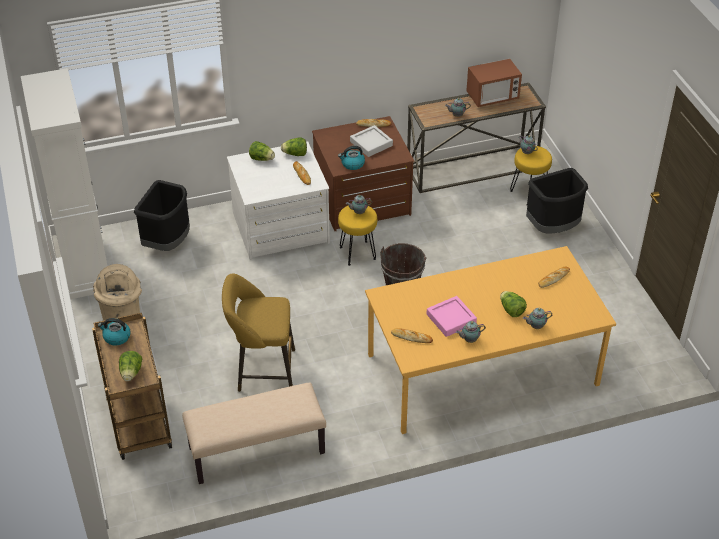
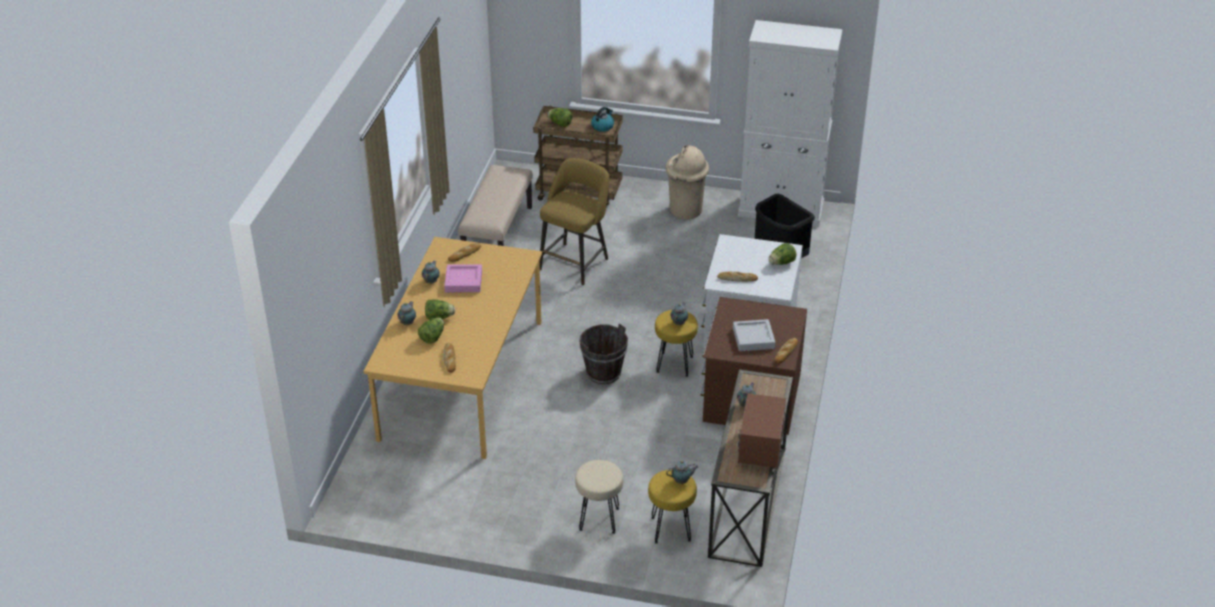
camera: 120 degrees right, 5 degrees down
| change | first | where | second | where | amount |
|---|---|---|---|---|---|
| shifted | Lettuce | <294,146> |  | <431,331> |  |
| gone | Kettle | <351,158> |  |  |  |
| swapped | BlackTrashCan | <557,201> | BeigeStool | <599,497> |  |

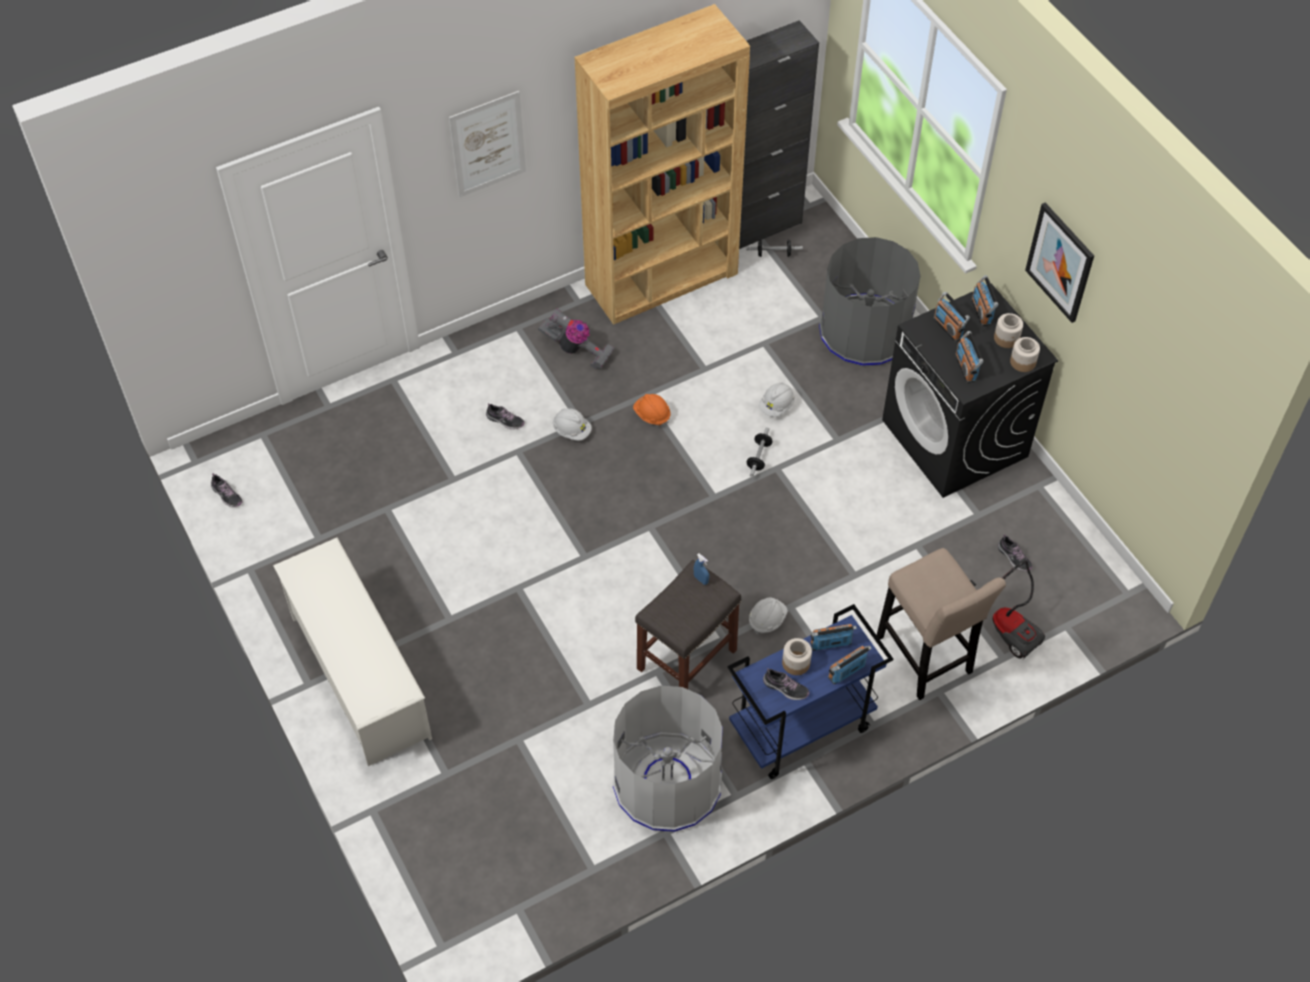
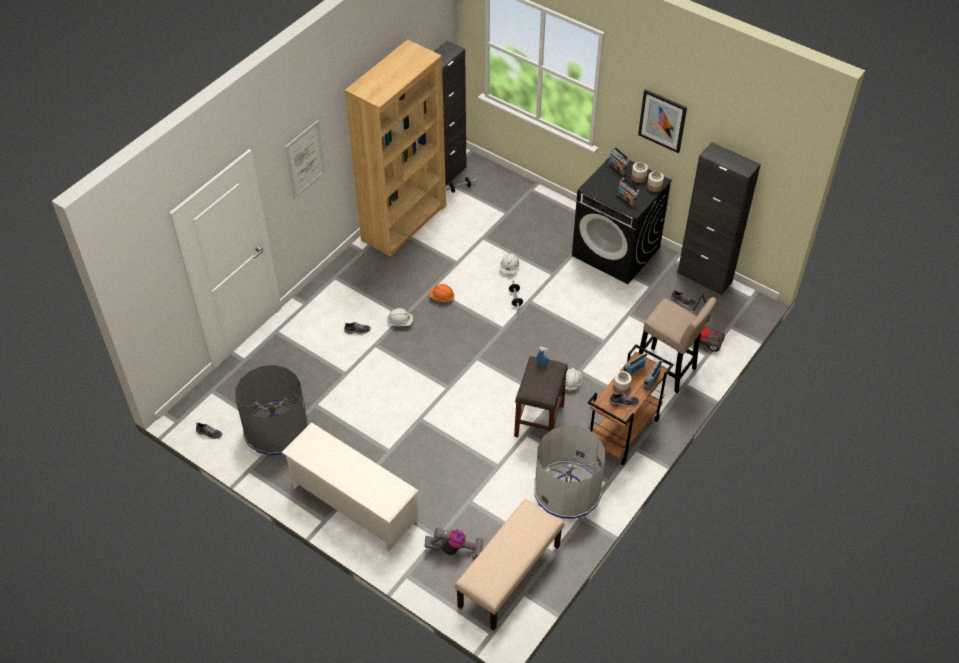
camera: 25 degrees left, 5 degrees down
| change | first | where | second | where | amount |
|---|---|---|---|---|---|
| shifted | VacuumCleaner | <576,339> |  | <453,543> |  |
| repainted | BlueCart | <810,691> | BrownCart | <631,404> |  |
| shifted | GreyTrashCan | <869,302> |  | <272,410> |  |
| gone | Radio | <952,317> |  |  |  |
| new |  |  | BeigeBench | <509,565> |  |
| new |  |  | BlackCabinet | <719,218> |  |

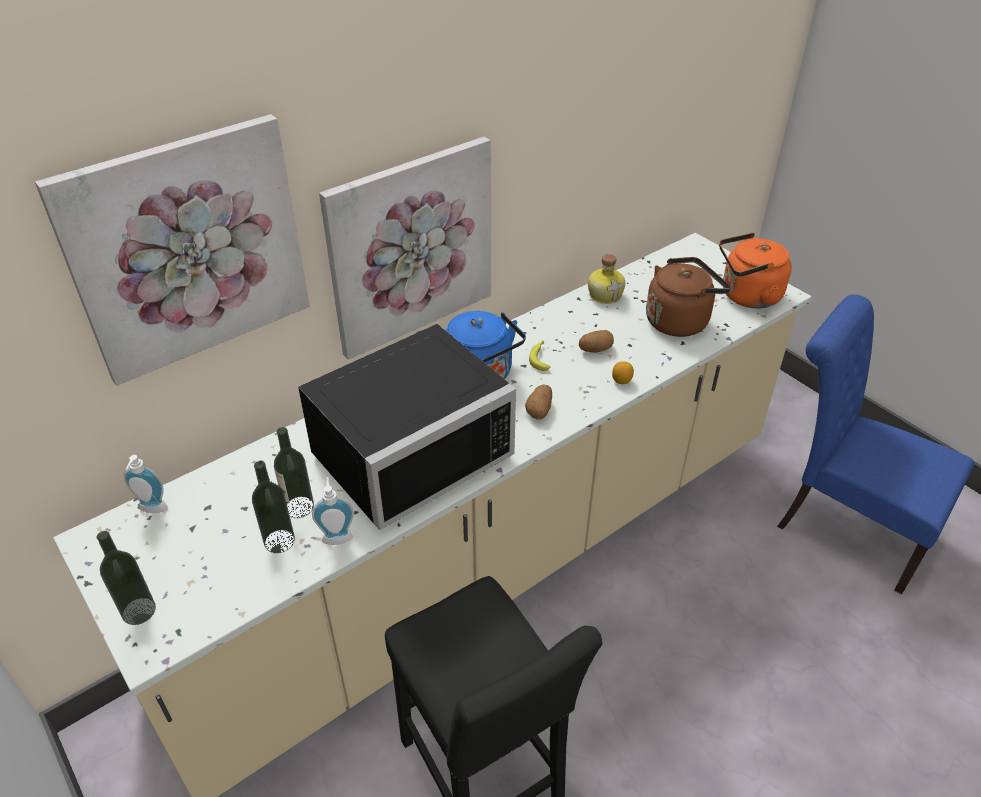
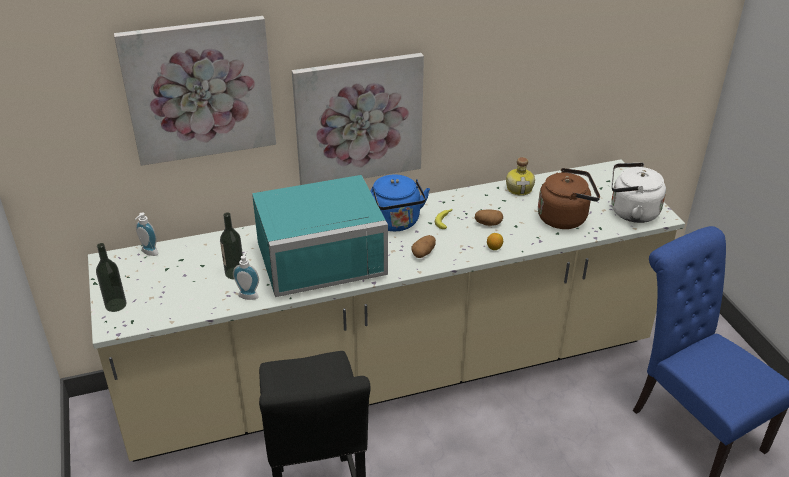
camera: 20 degrees right, 5 degrees down
| change | first | where | second | where | amount |
|---|---|---|---|---|---|
| gone | Bottle | <273,507> |  |  |  |
| repainted | BlackMicrowave | <407,427> | TurquoiseMicrowave | <320,236> |  |
| repainted | OrangeKettle | <755,270> | WhiteKettle | <638,192> |  |

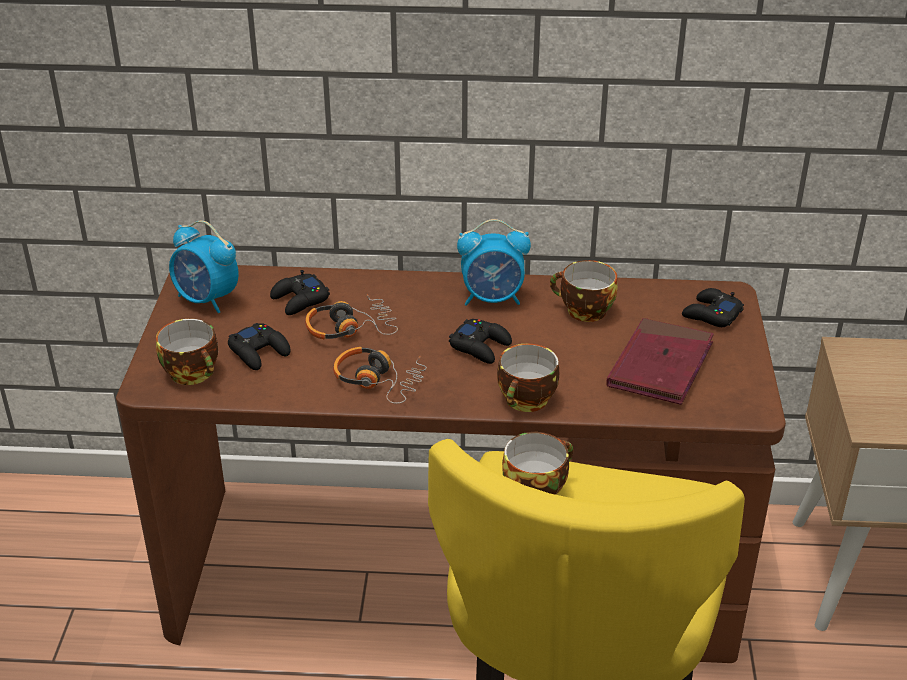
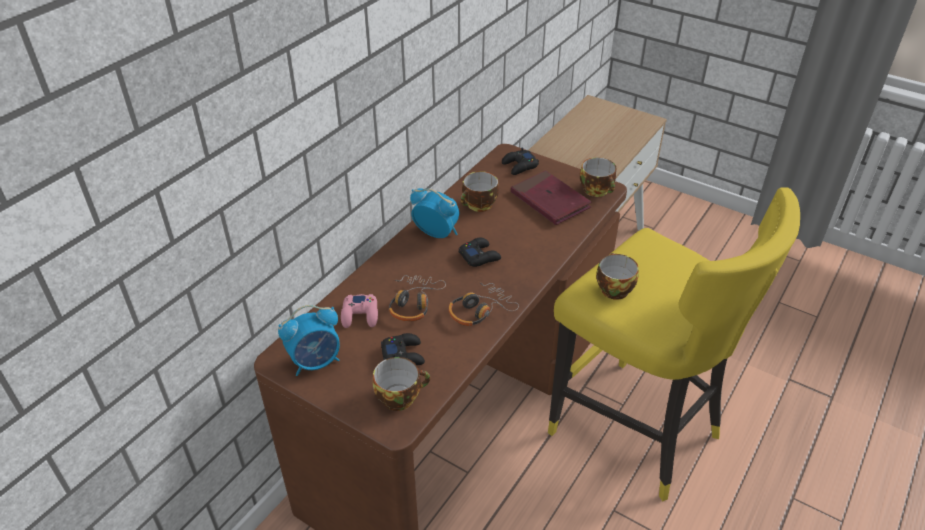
camera: 60 degrees left, 5 degrees up
| change | first | where | second | where | amount |
|---|---|---|---|---|---|
| repainted | BlackGameController | <300,292> | PinkGameController | <359,311> |  |
| rotated | AlarmClock | <494,262> |  | <434,213> | 90 degrees counterclockwise |
| shifted | Cup | <528,377> |  | <598,177> |  |

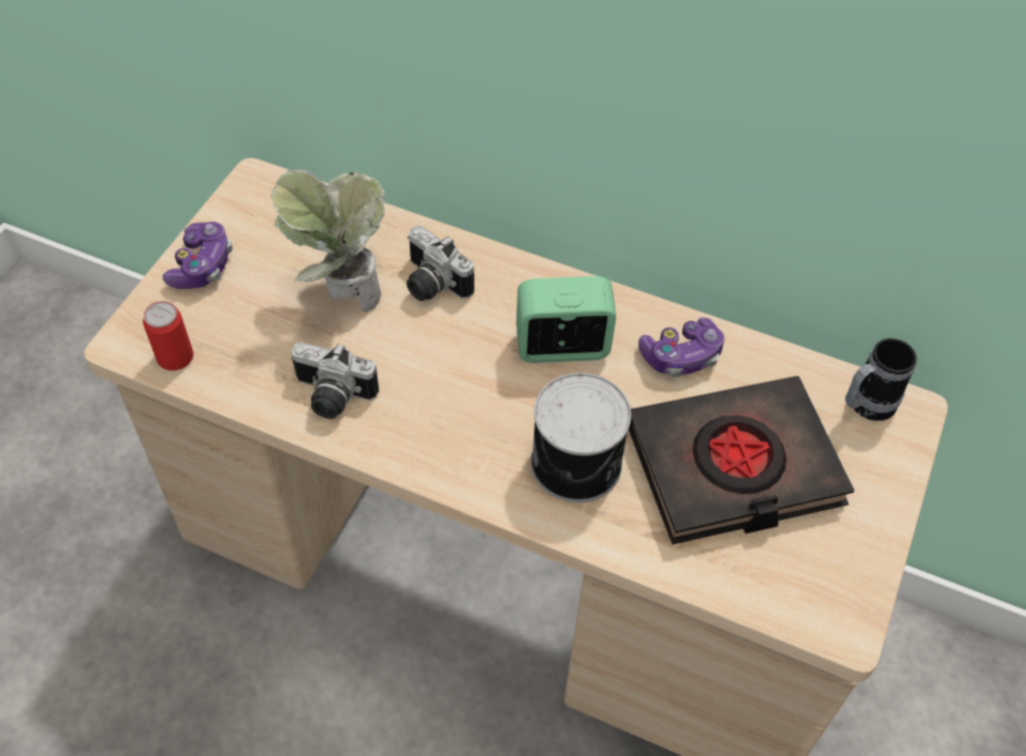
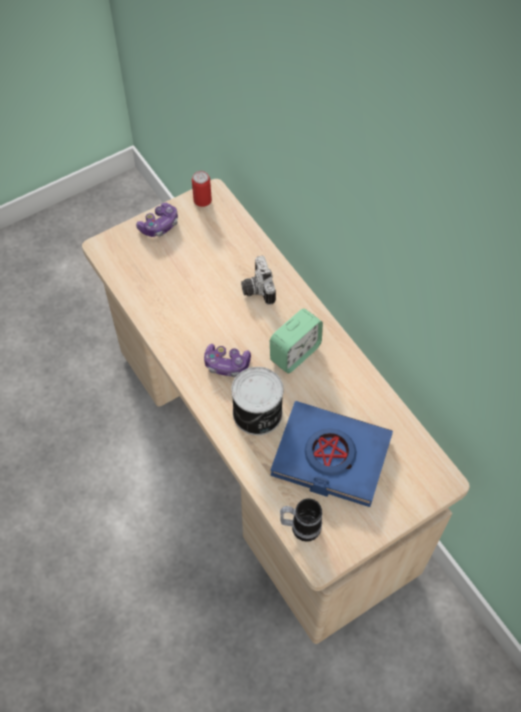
camera: 35 degrees right, 5 degrees up
| change | first | where | second | where | amount |
|---|---|---|---|---|---|
| shifted | Can | <168,336> |  | <202,189> |  |
| gone | PottedPlant | <328,240> |  |  |  |
| gone | PhotoCamera | <335,380> |  |  |  |
| rotated | AlarmClock | <566,319> |  | <296,341> | 105 degrees clockwise |
| repainted | BlackBook | <741,460> | BlueBook | <331,454> |  |
| shifted | GameController | <681,347> |  | <227,360> |  |
| shifted | Mug | <881,379> |  | <301,520> |  |

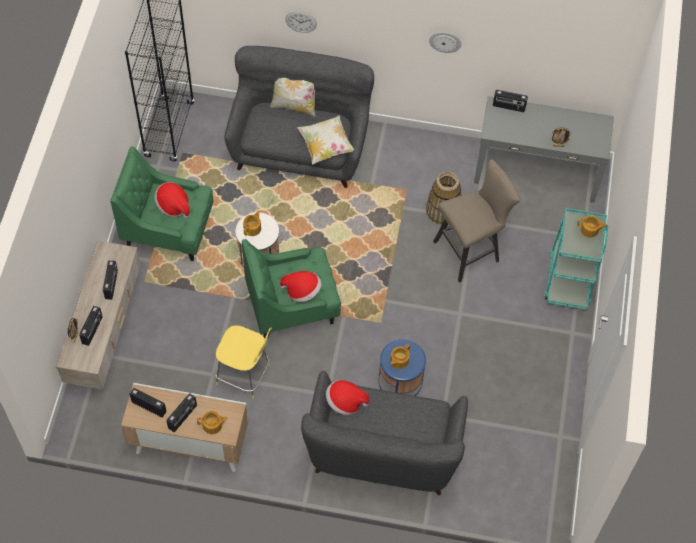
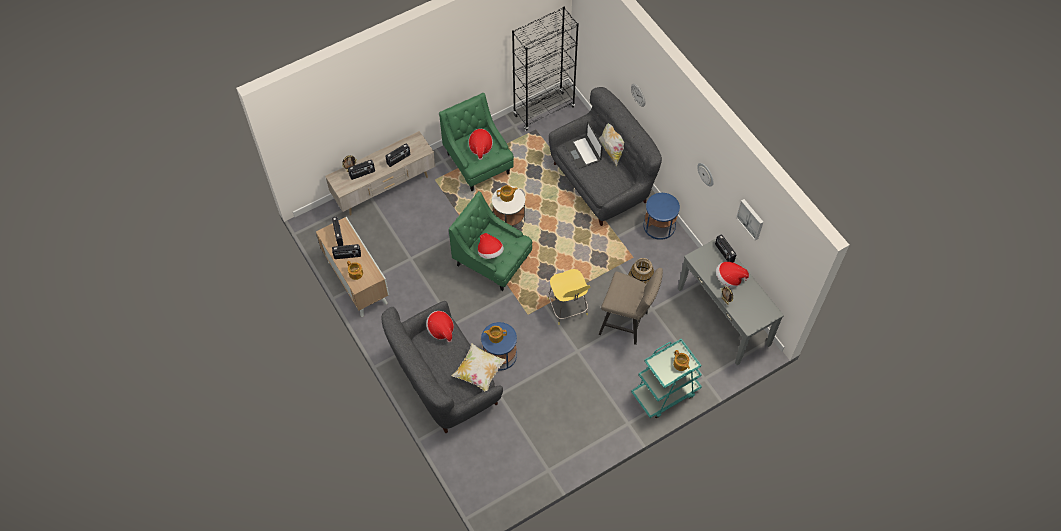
camera: 50 degrees right, 0 degrees up
| change | first | where | second | where | amount |
|---|---|---|---|---|---|
| shifted | YellowStool | <243,361> |  | <569,297> |  |
| shifted | Pillow | <325,139> |  | <479,367> |  |
| new |  |  | Laptop | <584,145> |  |
| new |  |  | BlueSideTable | <661,216> |  |
| new |  |  | Hat | <732,275> |  |
| new |  |  | Picture | <749,219> |  |

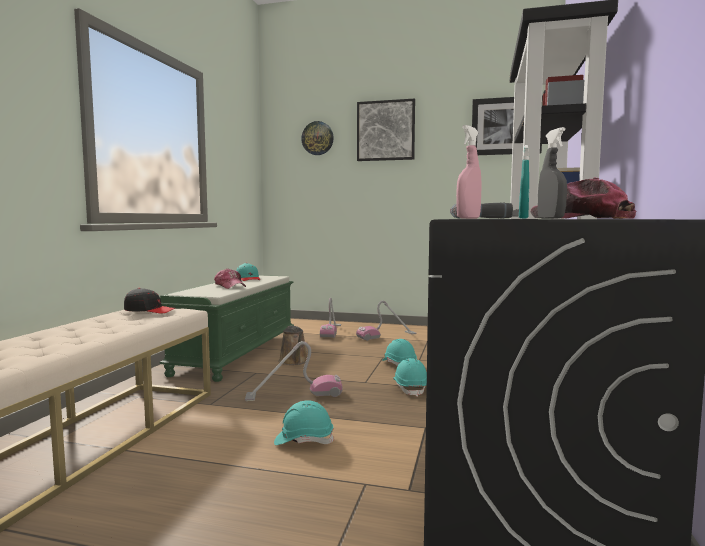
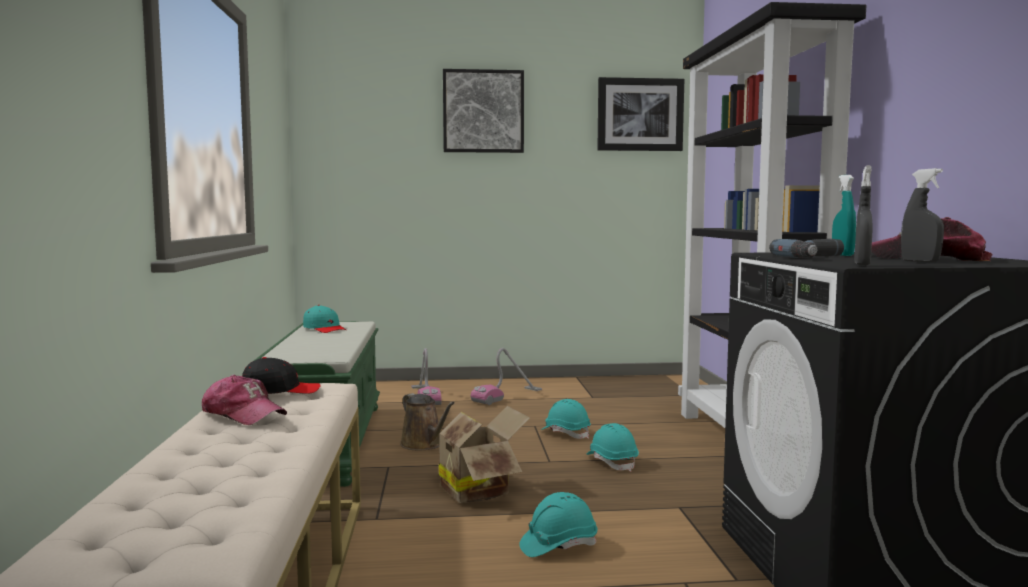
camera: 20 degrees left, 0 degrees up
| change | first | where | second | where | amount |
|---|---|---|---|---|---|
| shifted | Cap | <230,279> |  | <244,400> |  |
| swapped | VacuumCleaner | <294,371> | CardboardBox | <479,454> |  |
| gone | WallClock | <317,138> |  |  |  |
| repainted | PinkSprayBottle | <469,172> | GreySprayBottle | <863,215> |  |

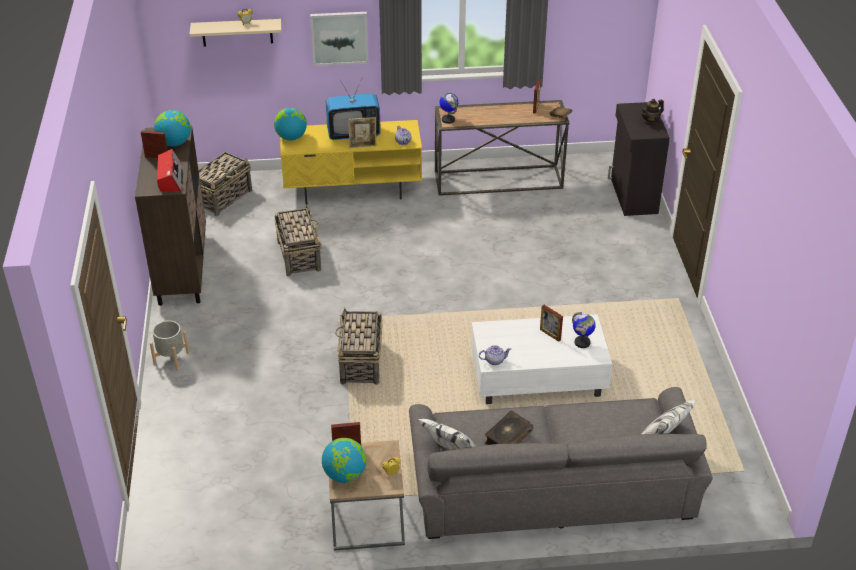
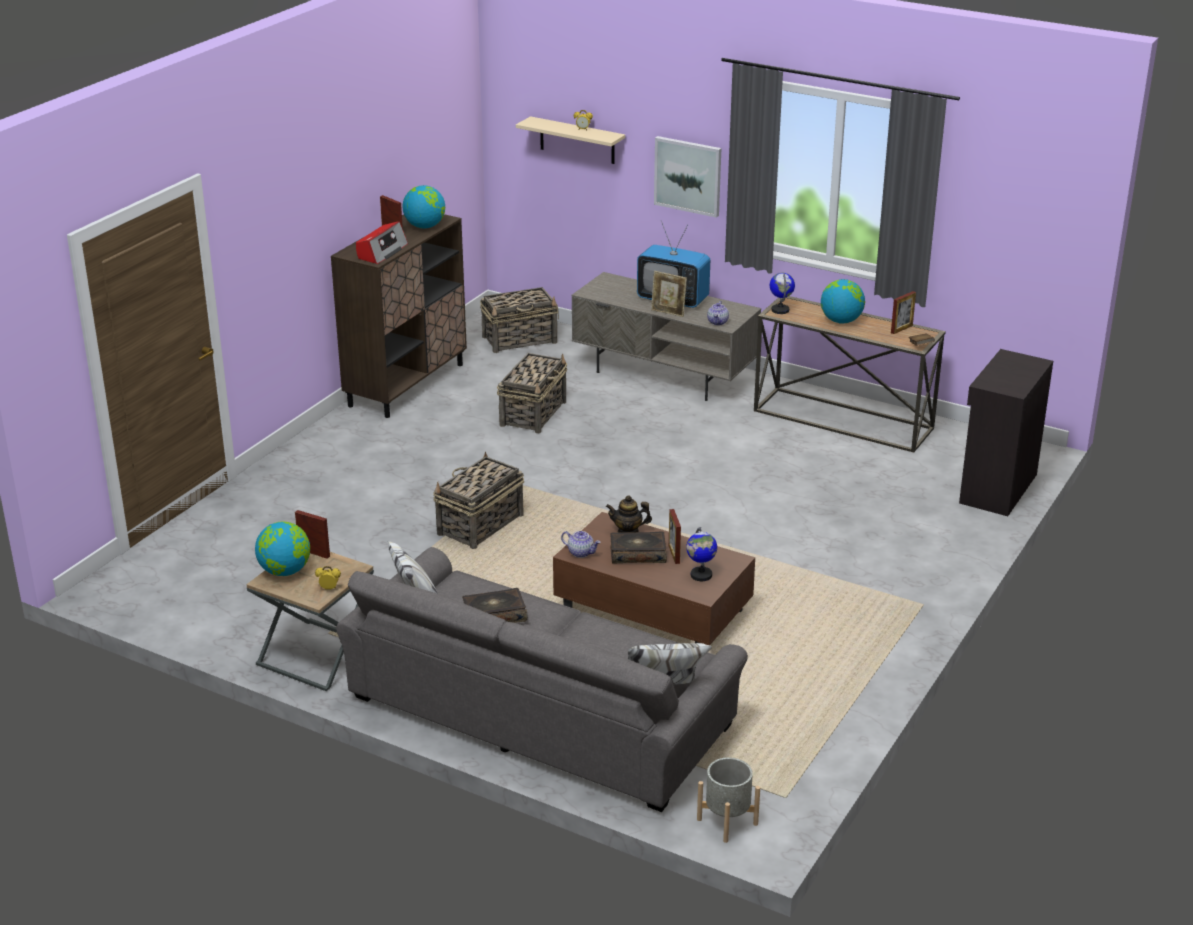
camera: 35 degrees right, 10 degrees down
| change | first | where | second | where | amount |
|---|---|---|---|---|---|
| shifted | GreyPlanter | <170,345> |  | <728,800> |  |
| shifted | Globe | <290,124> |  | <843,301> |  |
| repainted | YellowTvStand | <351,162> | GreyTvStand | <666,336> |  |
| repainted | WhiteCoffeeTable | <541,359> | BrownCoffeeTable | <654,578> |  |
| shifted | Teapot | <652,112> |  | <629,514> |  |
| new |  |  | Book | <639,547> |  |

